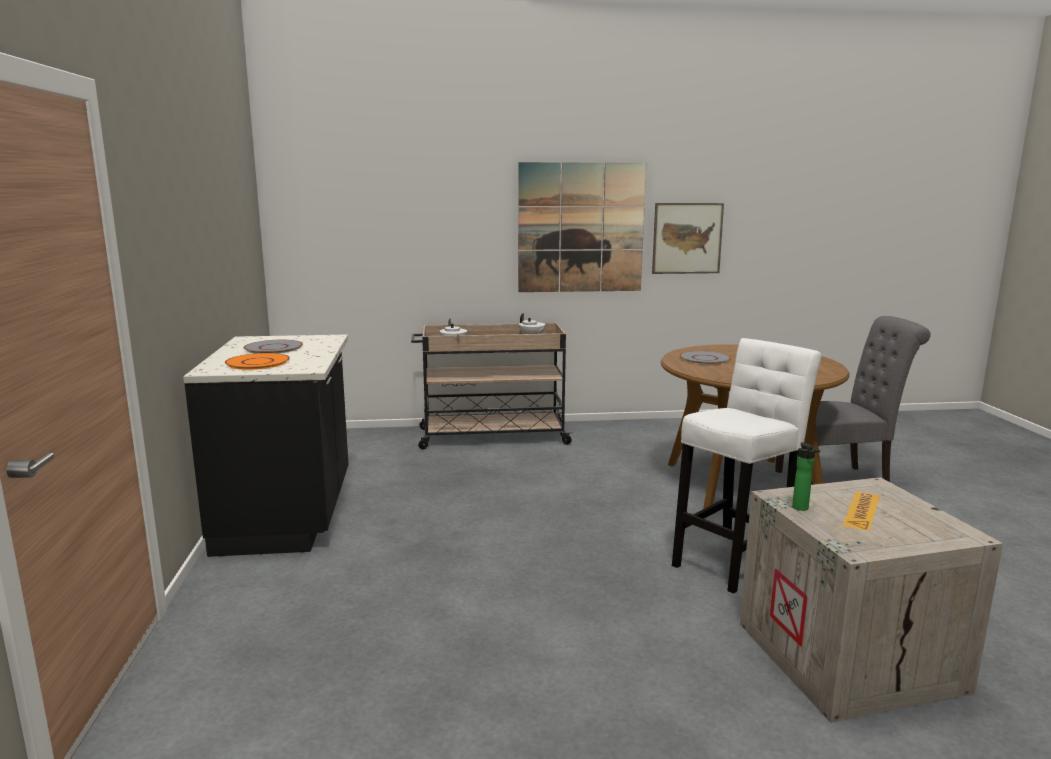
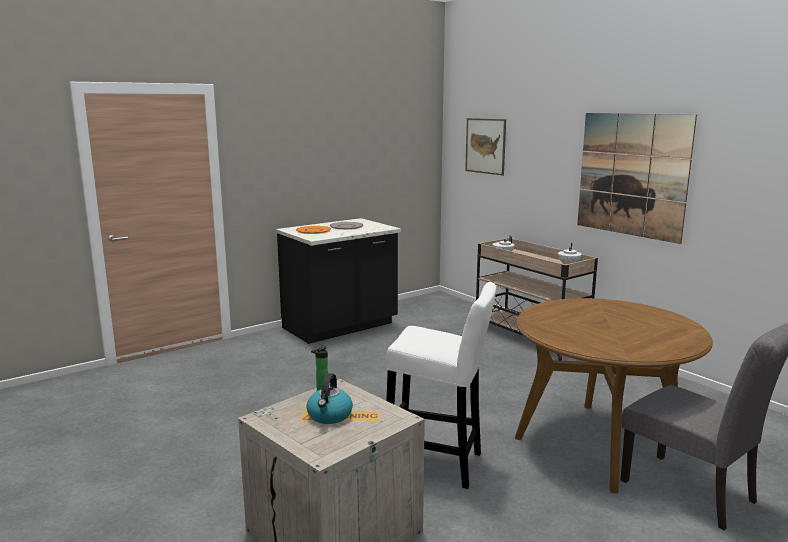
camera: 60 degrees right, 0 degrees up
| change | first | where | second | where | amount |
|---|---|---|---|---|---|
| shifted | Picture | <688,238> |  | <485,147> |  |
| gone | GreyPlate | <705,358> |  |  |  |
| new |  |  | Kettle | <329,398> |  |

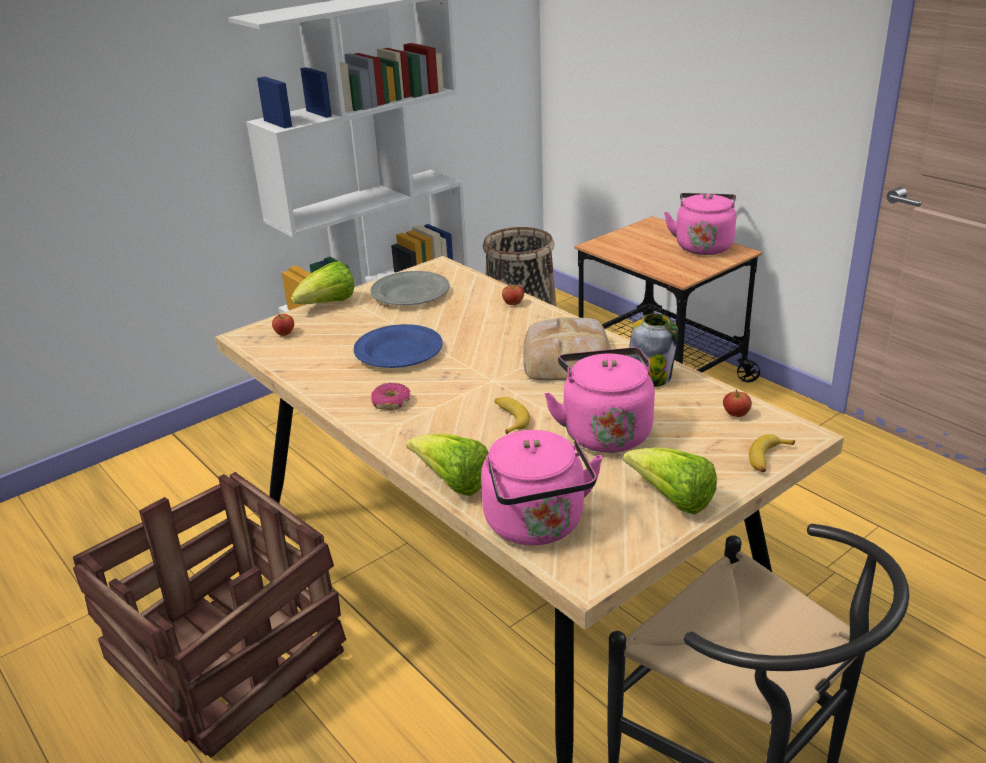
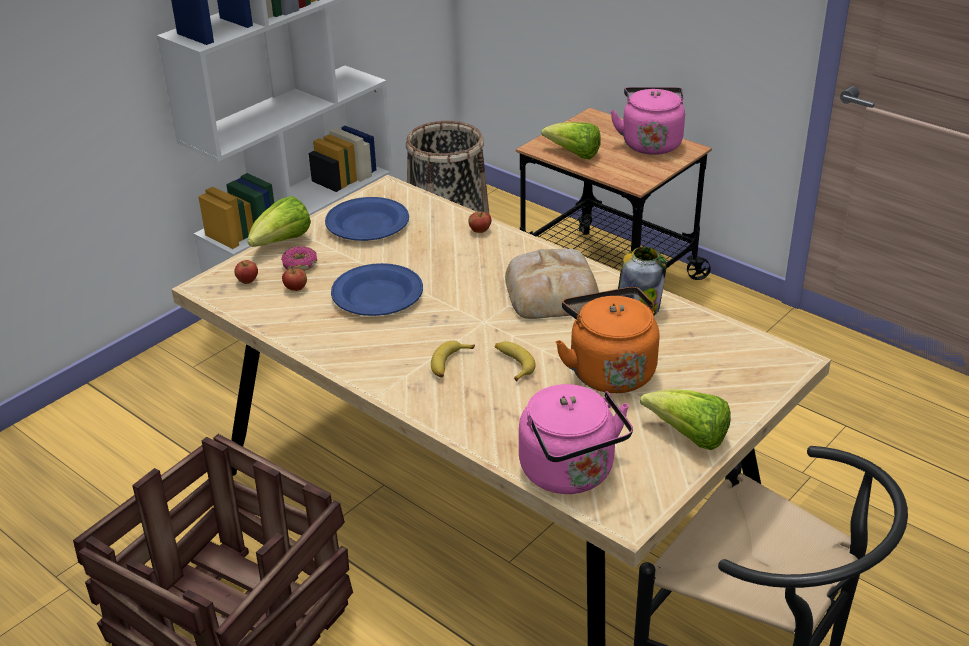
camera: 10 degrees left, 5 degrees up
| change | first | where | second | where | amount |
|---|---|---|---|---|---|
| repainted | GreyPlate | <410,288> | BluePlate | <367,219> |  |
| shifted | Donut | <390,396> |  | <299,258> |  |
| shifted | Lettuce | <447,465> |  | <571,141> |  |
| repainted | PinkKettle | <599,400> | OrangeKettle | <607,340> |  |
| shifted | Apple | <737,403> |  | <294,279> |  |
| shifted | Banana | <772,453> |  | <453,359> |  |

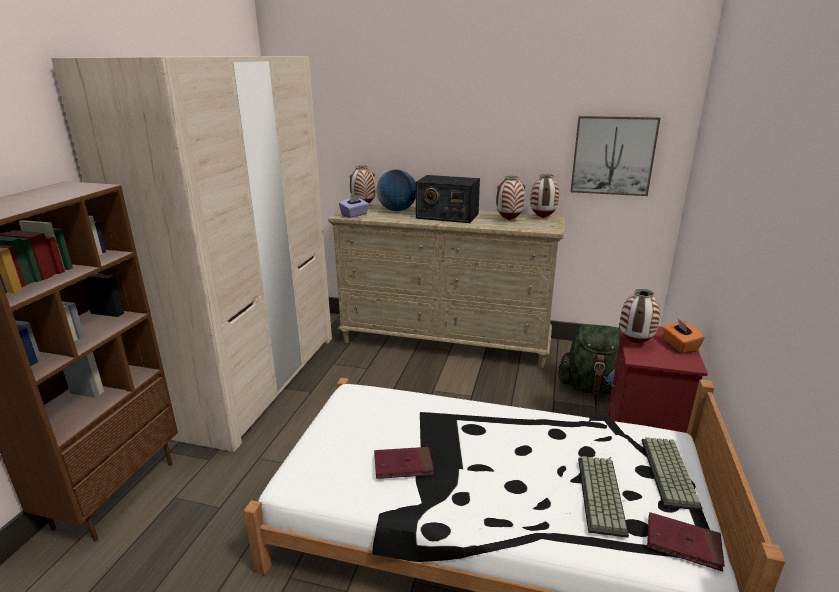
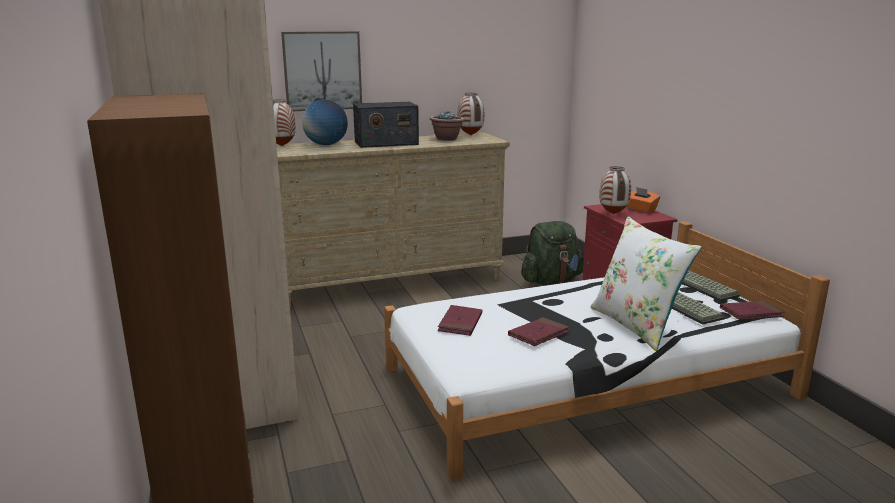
camera: 35 degrees left, 5 degrees down
| change | first | where | second | where | amount |
|---|---|---|---|---|---|
| gone | PurpleTissueBox | <354,206> |  |  |  |
| swapped | Vase | <510,198> | PottedPlant | <447,126> |  |
| shifted | Picture | <616,156> |  | <321,71> |  |
| new |  |  | RedBook | <460,320> |  |
| new |  |  | WhitePillow | <646,283> |  |

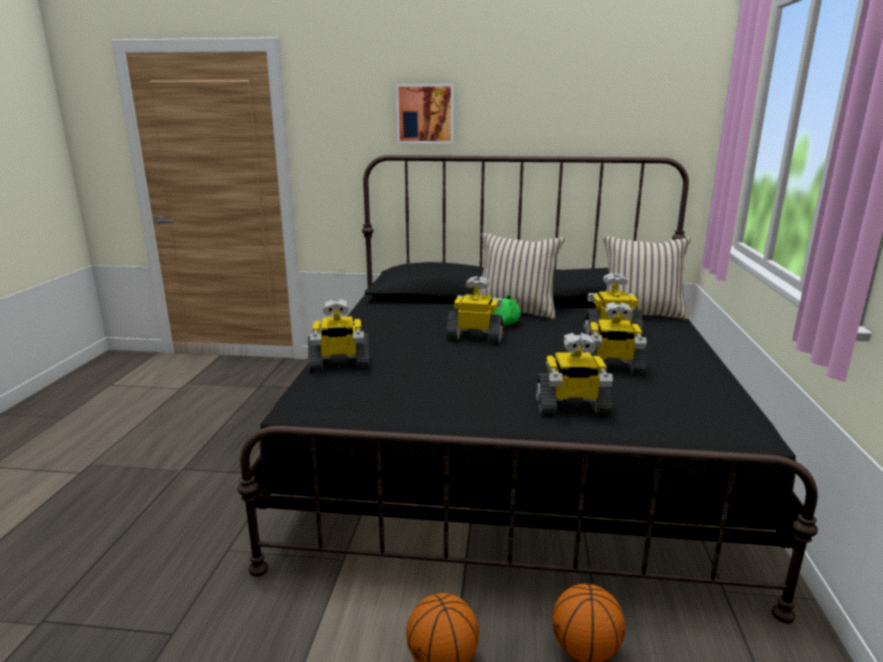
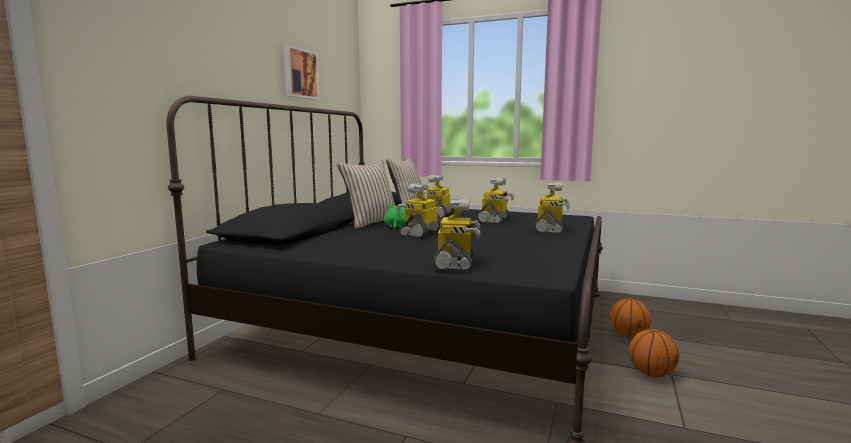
camera: 75 degrees left, 10 degrees down
| change | first | where | second | where | amount |
|---|---|---|---|---|---|
| shifted | Picture | <425,114> |  | <301,72> |  |

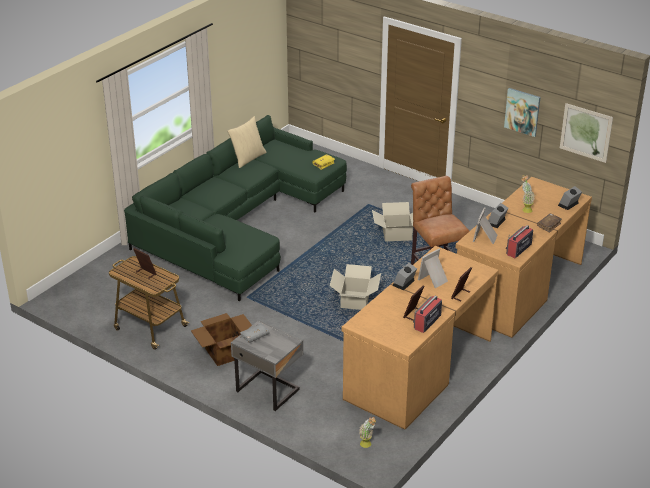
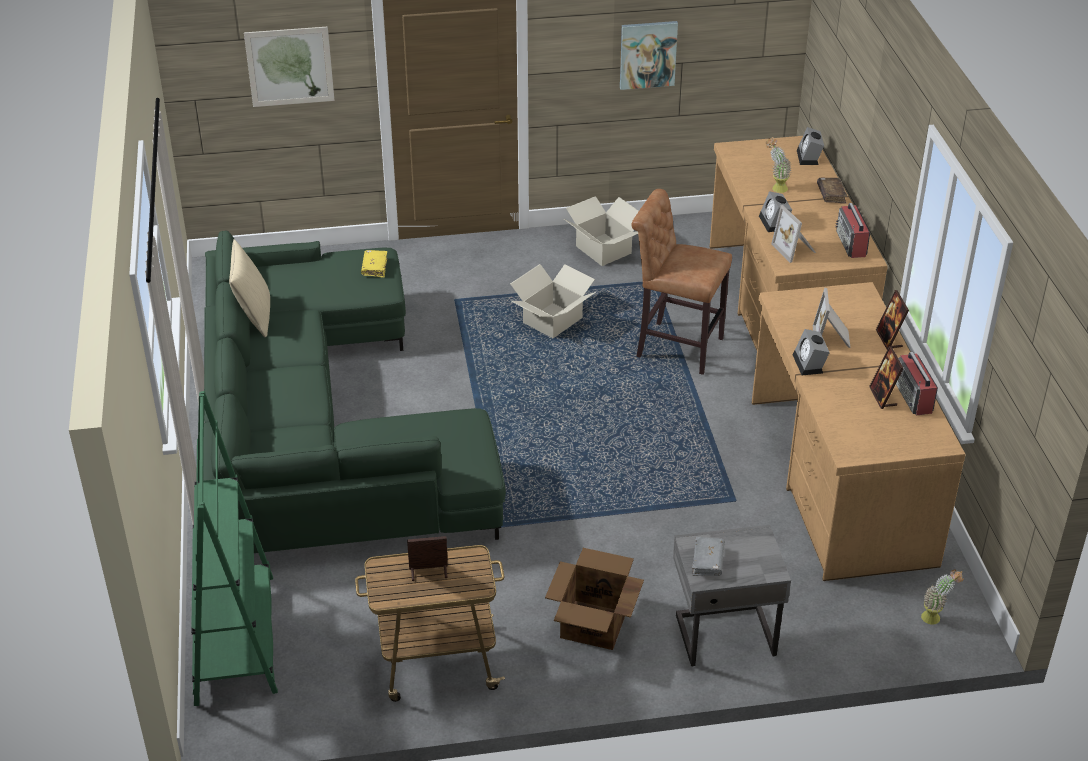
camera: 45 degrees left, 5 degrees up
| change | first | where | second | where | amount |
|---|---|---|---|---|---|
| shifted | CardboardBox | <355,287> |  | <601,231> |  |
| shifted | Picture | <586,133> |  | <289,67> |  |
| new |  |  | GreenBookcase | <234,548> |  |

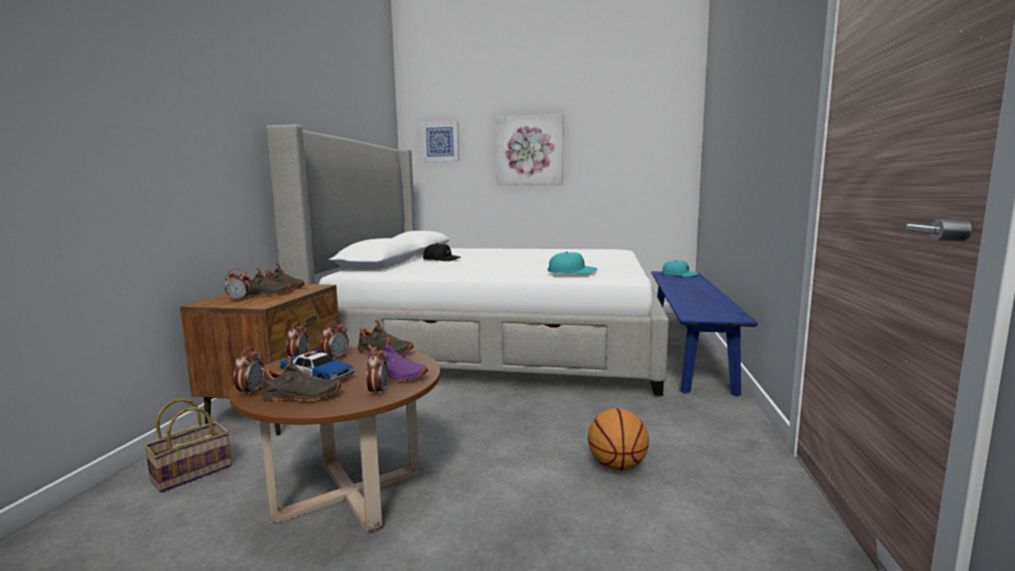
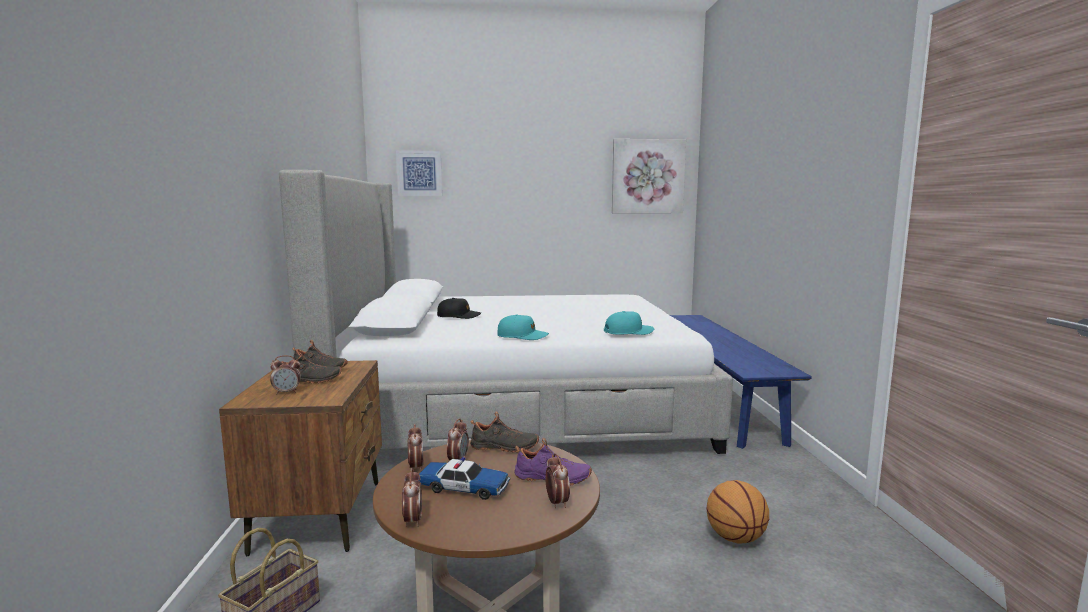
camera: 15 degrees left, 0 degrees up
| change | first | where | second | where | amount |
|---|---|---|---|---|---|
| gone | BlackShoe | <300,379> |  |  |  |
| shifted | Picture | <529,149> |  | <649,176> |  |
| shifted | TurquoiseCap | <680,268> |  | <523,327> |  |

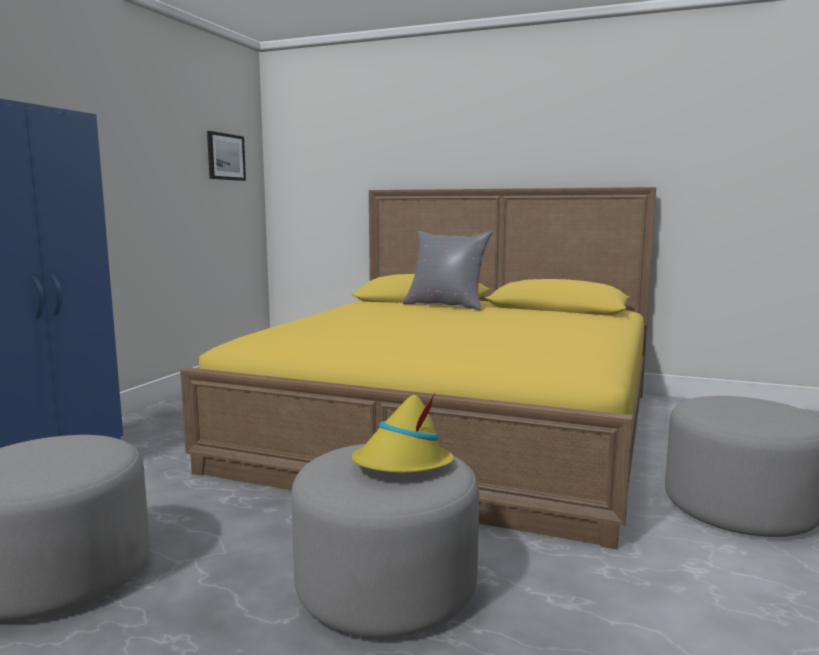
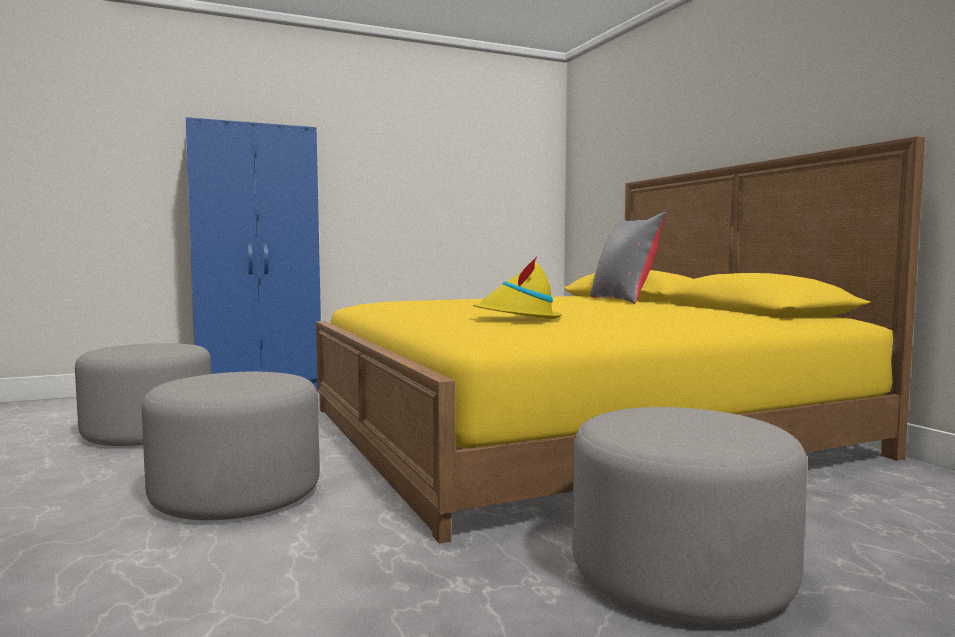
camera: 45 degrees right, 5 degrees down
| change | first | where | second | where | amount |
|---|---|---|---|---|---|
| gone | Picture | <226,156> |  |  |  |
| shifted | YellowHat | <402,432> |  | <517,288> |  |

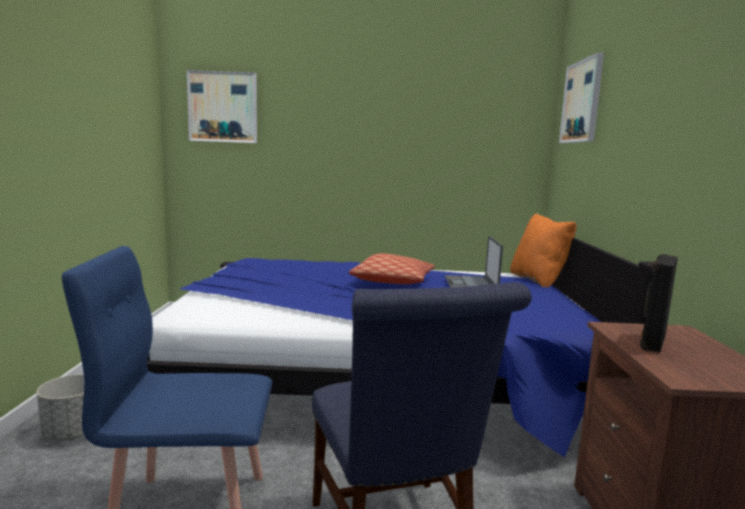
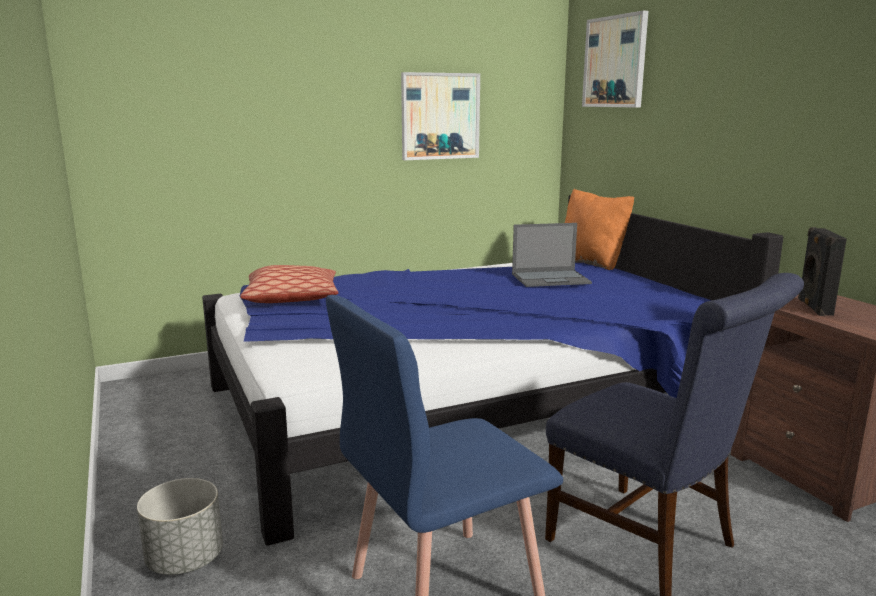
camera: 25 degrees left, 5 degrees up
| change | first | where | second | where | amount |
|---|---|---|---|---|---|
| shifted | Picture | <222,106> |  | <440,116> |  |
| shifted | Pillow | <392,268> |  | <289,284> |  |
| rotated | Laptop | <474,261> |  | <552,255> | 75 degrees counterclockwise |

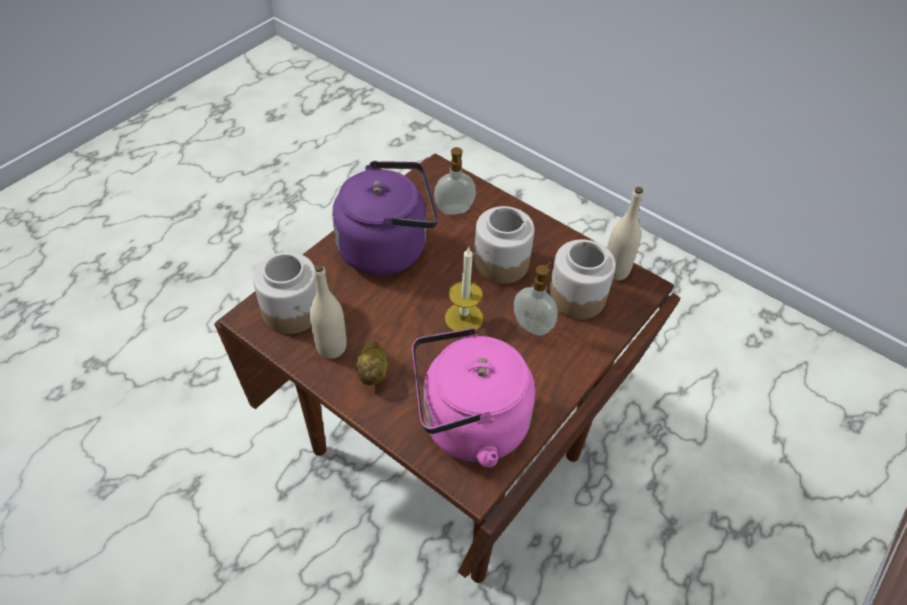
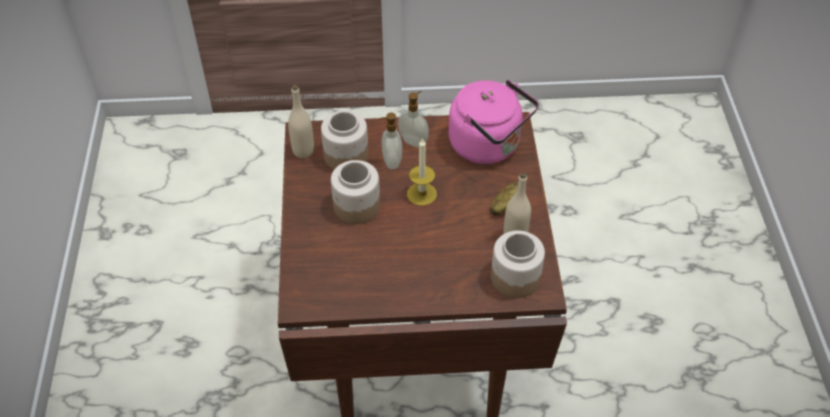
camera: 130 degrees left, 0 degrees up
| change | first | where | second | where | amount |
|---|---|---|---|---|---|
| gone | PurpleKettle | <385,218> |  |  |  |
| shifted | SoapDispenser | <455,181> |  | <413,119> |  |

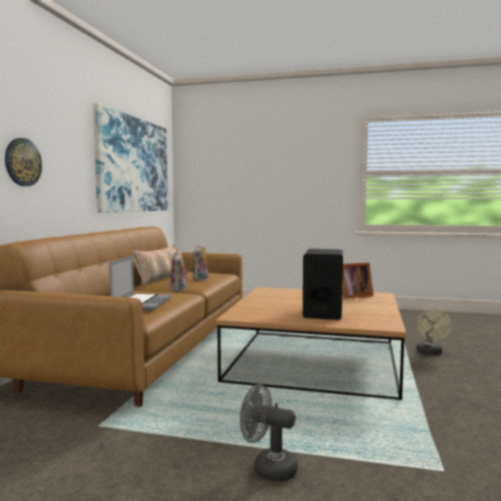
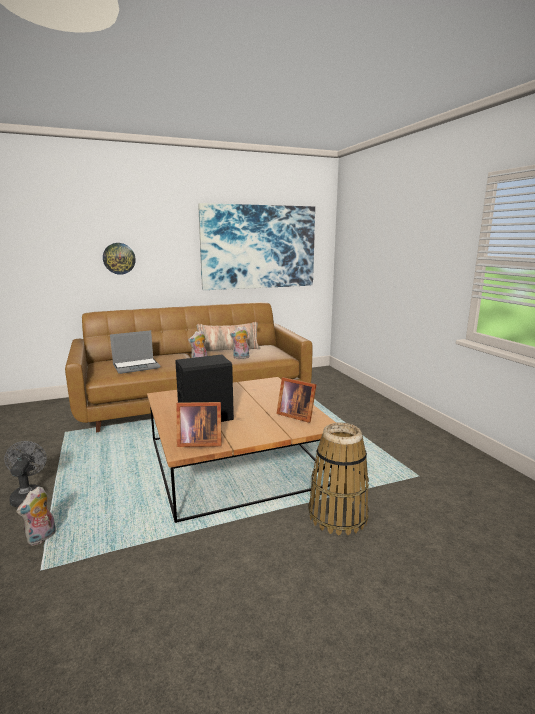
camera: 55 degrees right, 10 degrees up
| change | first | where | second | where | amount |
|---|---|---|---|---|---|
| swapped | BeigeFan | <434,331> | Basket | <338,479> |  |
| new |  |  | PlushToy | <36,516> |  |
| new |  |  | PictureFrame | <198,424> |  |

